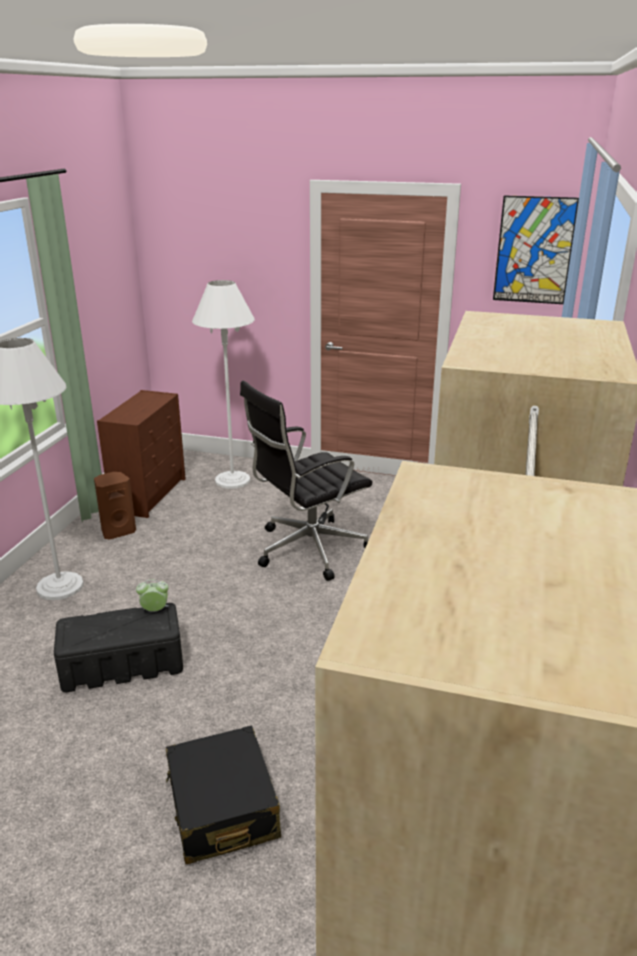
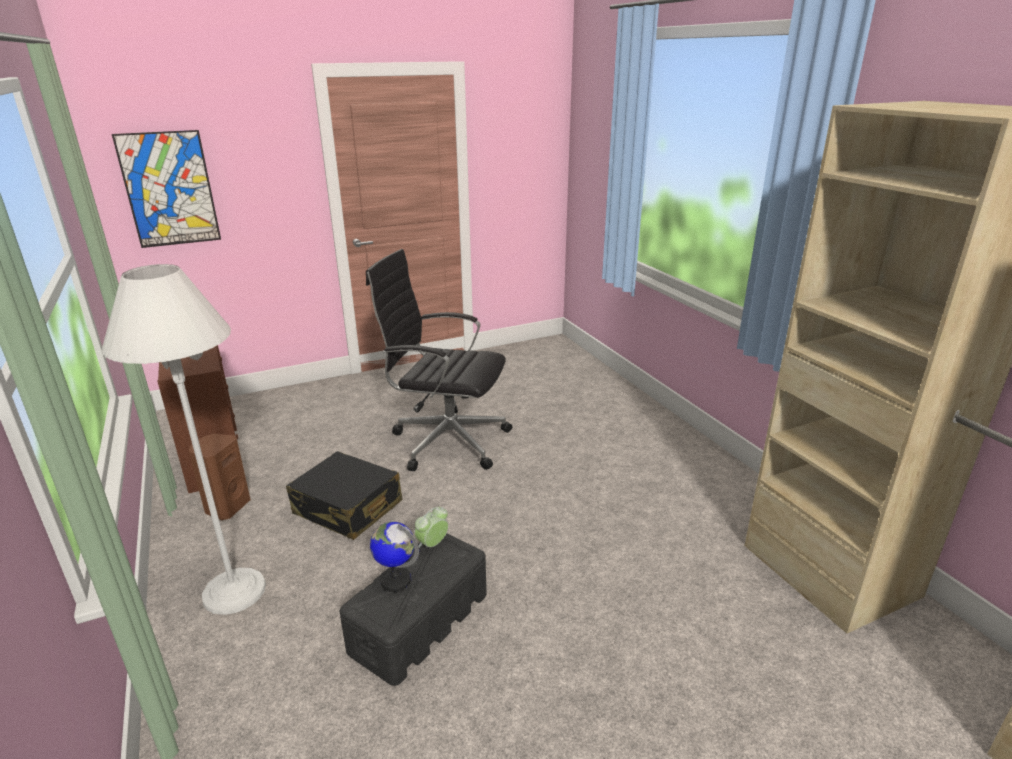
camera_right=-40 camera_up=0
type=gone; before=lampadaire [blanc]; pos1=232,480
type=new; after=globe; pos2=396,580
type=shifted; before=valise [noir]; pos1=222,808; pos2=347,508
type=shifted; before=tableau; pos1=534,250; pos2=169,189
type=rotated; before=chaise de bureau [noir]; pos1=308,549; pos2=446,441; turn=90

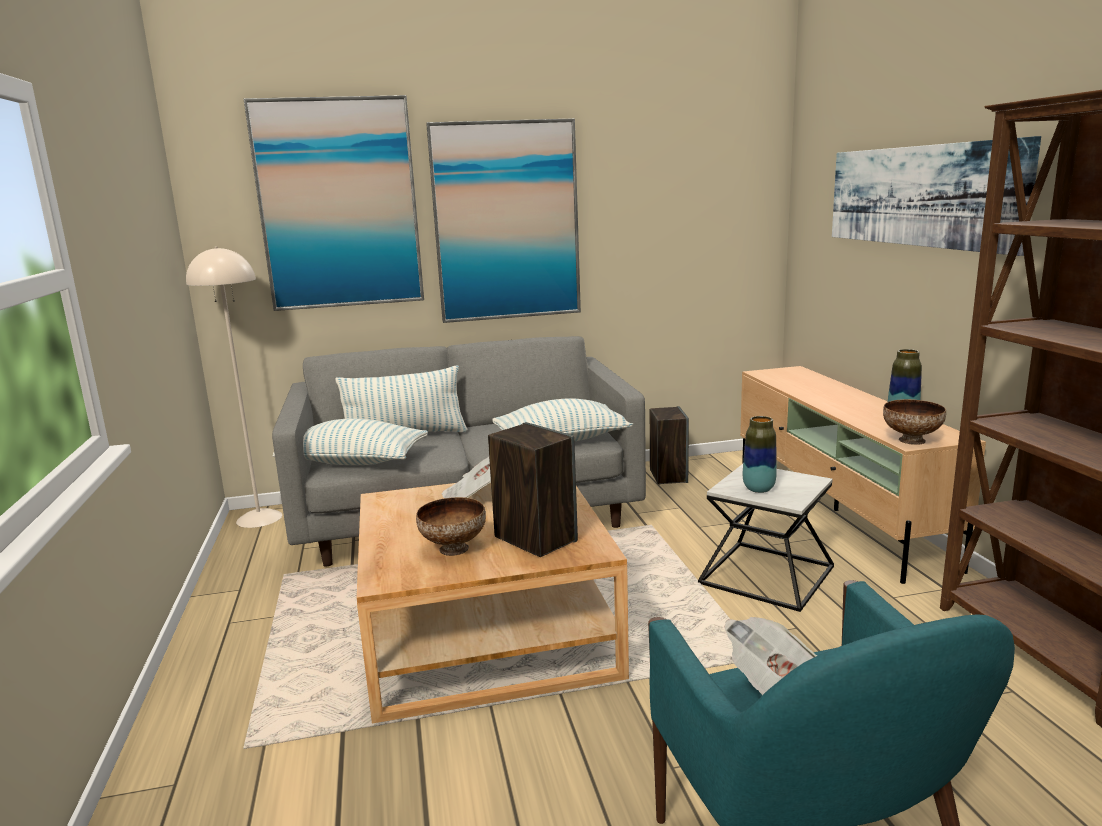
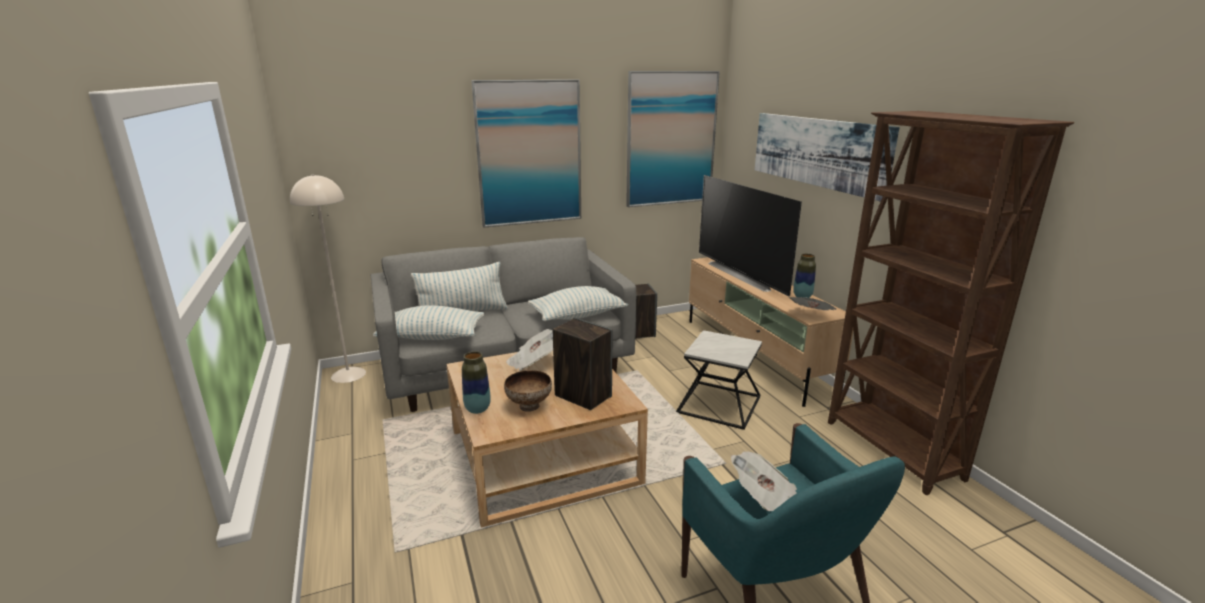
camera_right=-10 camera_up=5
type=new; after=téléviseur; pos2=744,274
type=shifted; before=tableau; pos1=339,204; pos2=671,139
type=shifted; before=vase; pos1=758,489; pos2=477,409
type=swapped; before=bol; after=journal; pos1=911,440; pos2=811,316

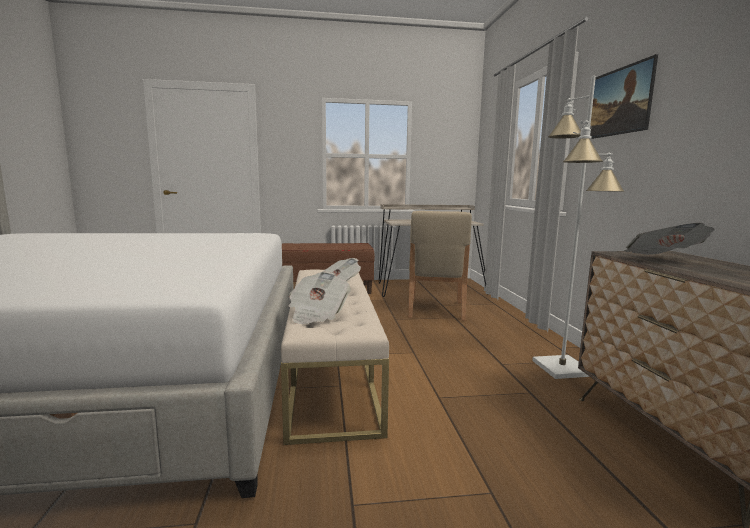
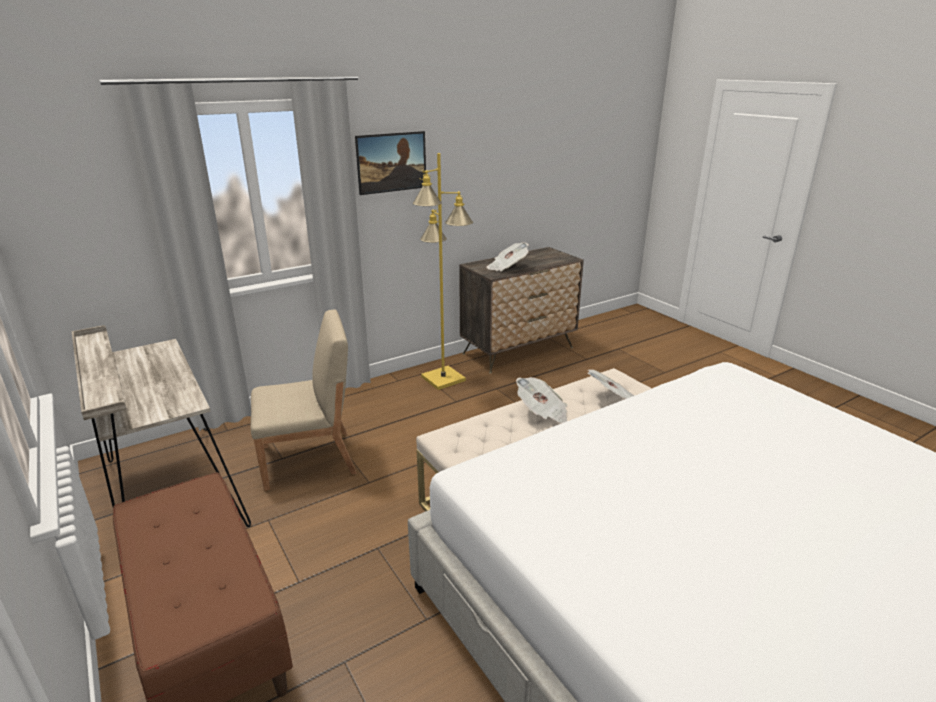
camera_right=-115 camera_up=15
type=repainted; before=lampadaire [blanc]; after=lampadaire [jaune]; pos1=562,368; pos2=442,378

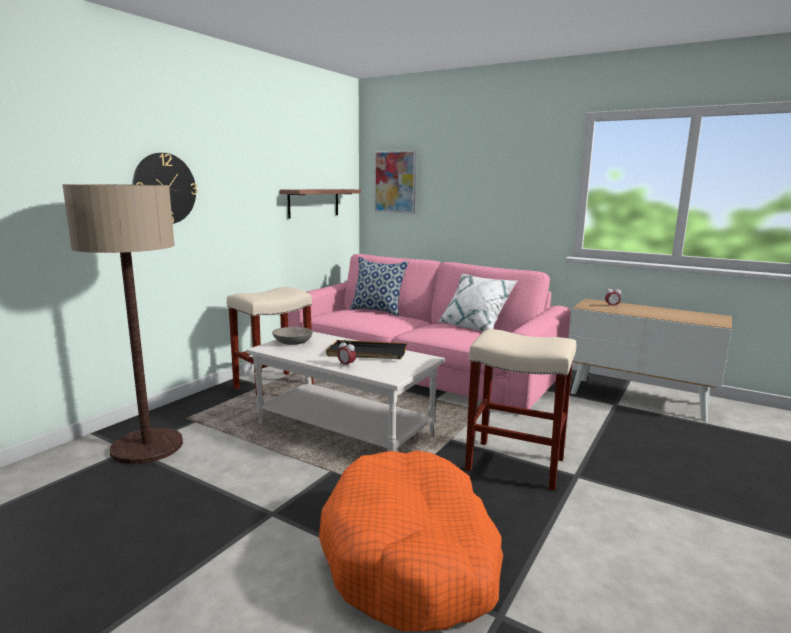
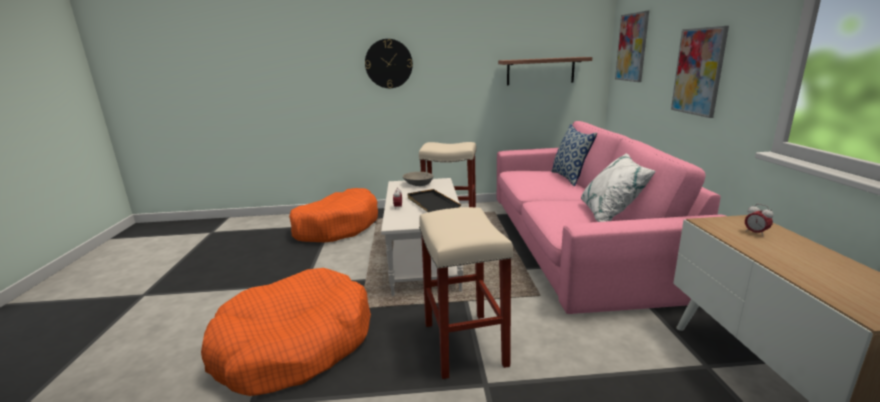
camera_right=55 camera_up=5
type=new; after=tableau; pos2=698,71
type=swapped; before=lampadaire; after=panier pour chien [orange]; pos1=147,447; pos2=337,226

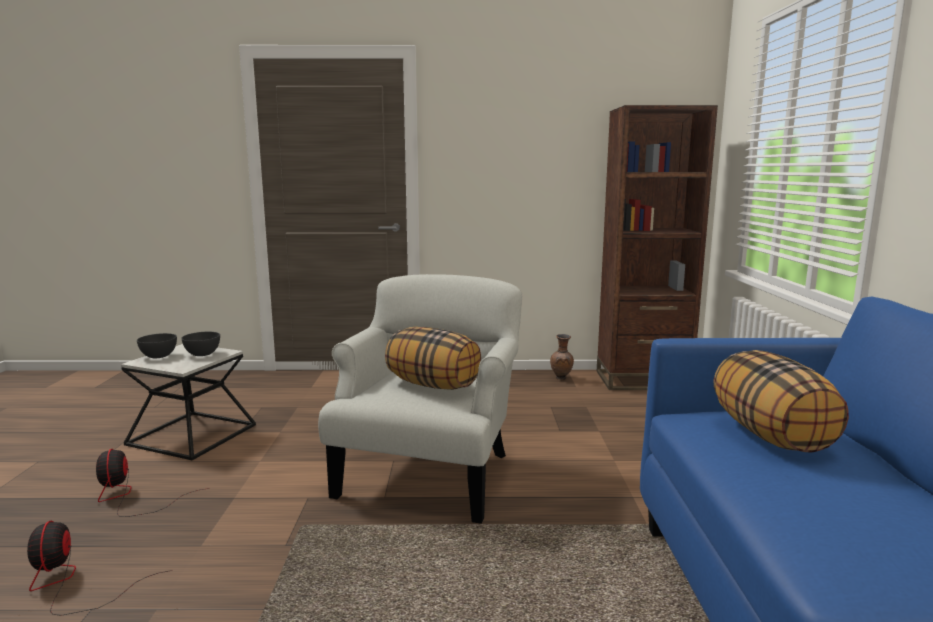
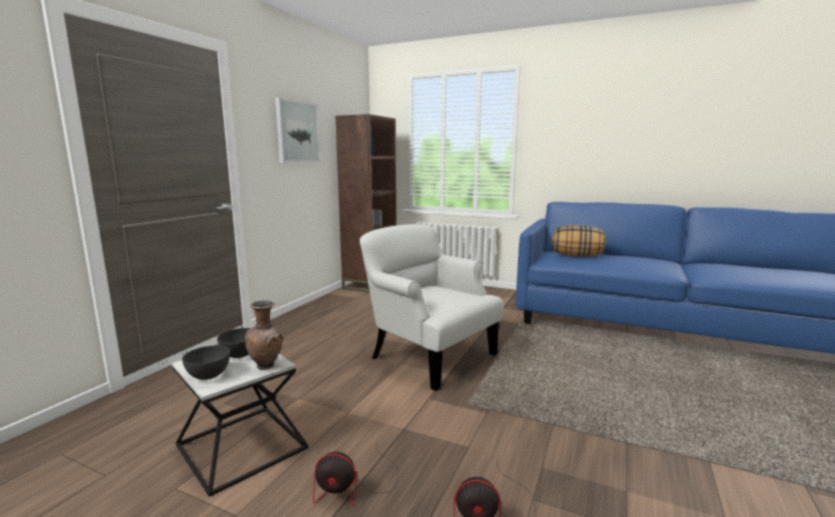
camera_right=-65 camera_up=0
type=gone; before=coussin; pos1=434,385
type=new; after=tableau; pos2=297,132
type=shifted; before=vase [marron]; pos1=561,378; pos2=267,366

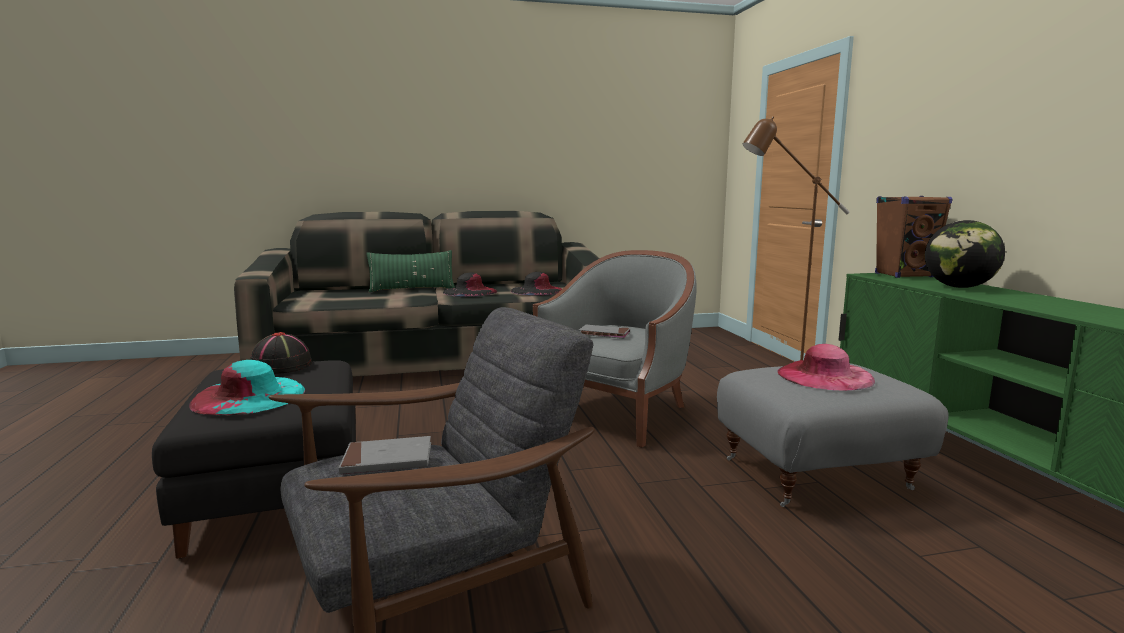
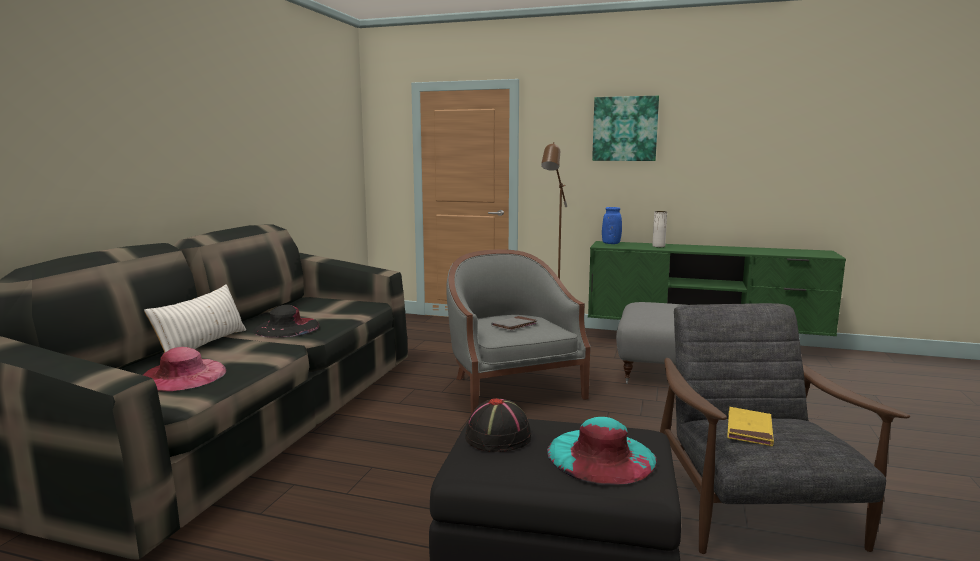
camera_right=-60 camera_up=0
type=gone; before=chapeau [noir]; pos1=537,291
type=new; after=tableau; pos2=625,129
type=shifted; before=chapeau [rose]; pos1=825,376; pos2=182,376
type=swapped; before=enceinte [marron]; after=vase [bleu]; pos1=904,275; pos2=611,243
type=swapped; before=globe; after=vase [blanc]; pos1=959,287; pos2=658,246
type=repainted; before=livre [gris]; after=livre [jaune]; pos1=387,460; pos2=749,429
type=repainted; before=coussin [vert]; after=coussin [blanc]; pos1=412,289; pos2=203,345

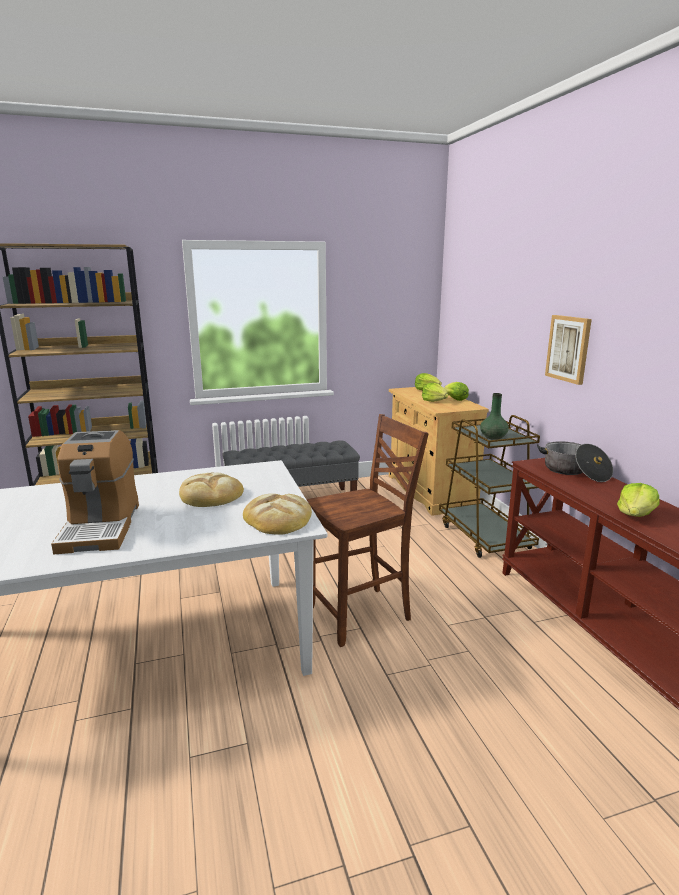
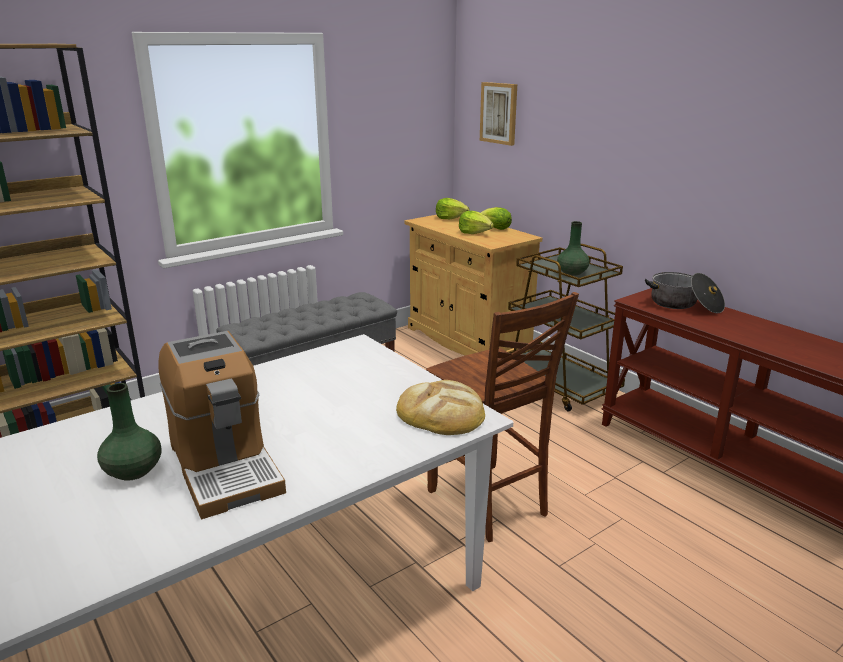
camera_right=-20 camera_up=5
type=gone; before=pain; pos1=210,495
type=gone; before=laitue; pos1=635,515
type=new; after=vase [vert]; pos2=132,471
type=shifted; before=tableau; pos1=568,348; pos2=499,113
type=rotated; before=chaise [marron]; pos1=362,614; pos2=489,504; turn=105

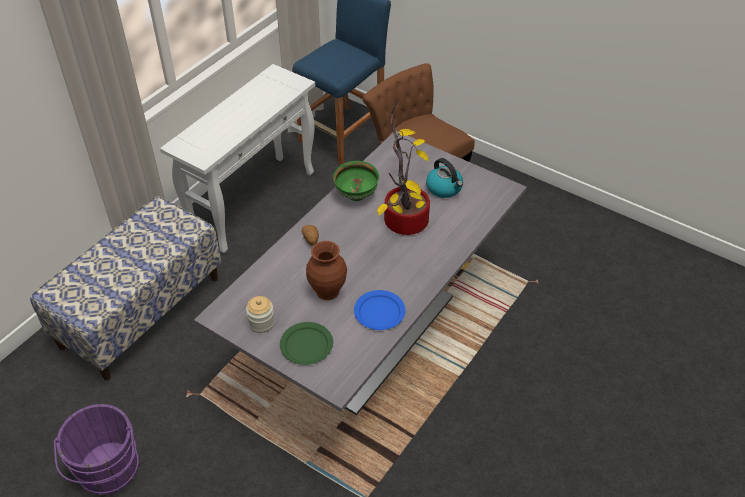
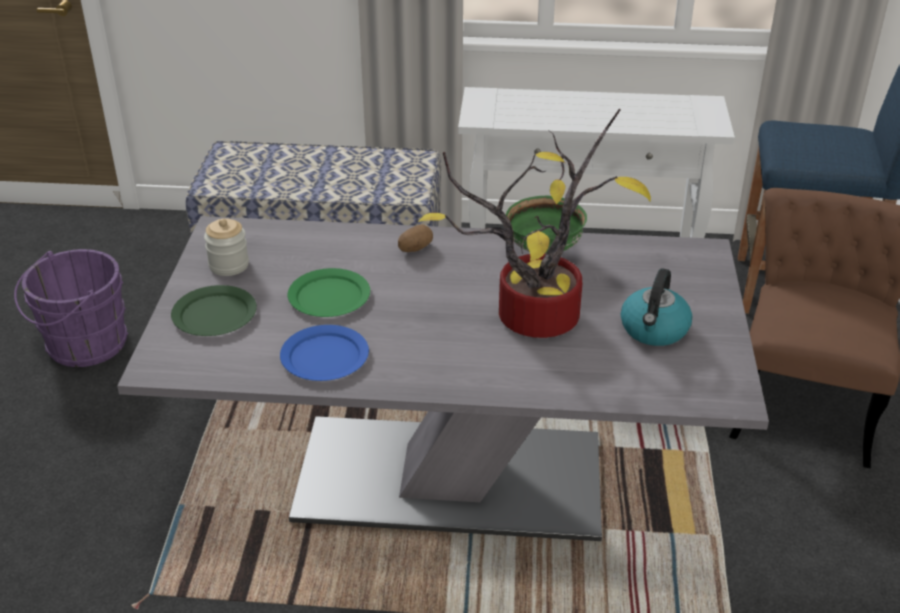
camera_right=60 camera_up=-10
type=swapped; before=vase [marron]; after=assiette [vert]; pos1=328,290; pos2=330,297

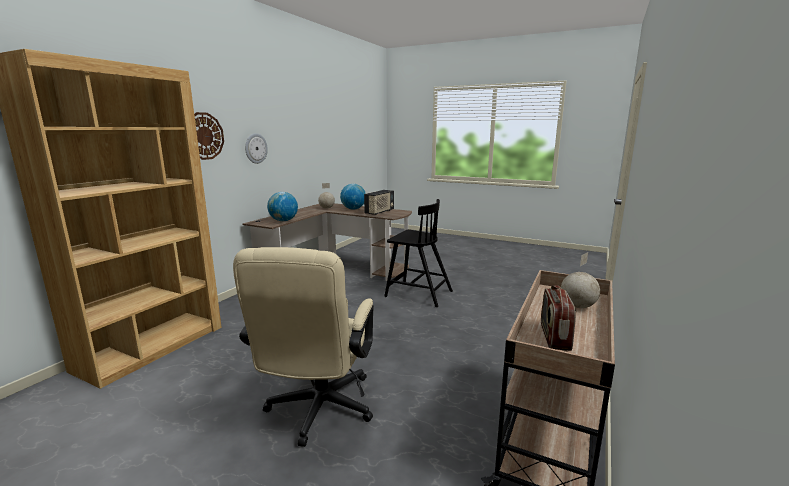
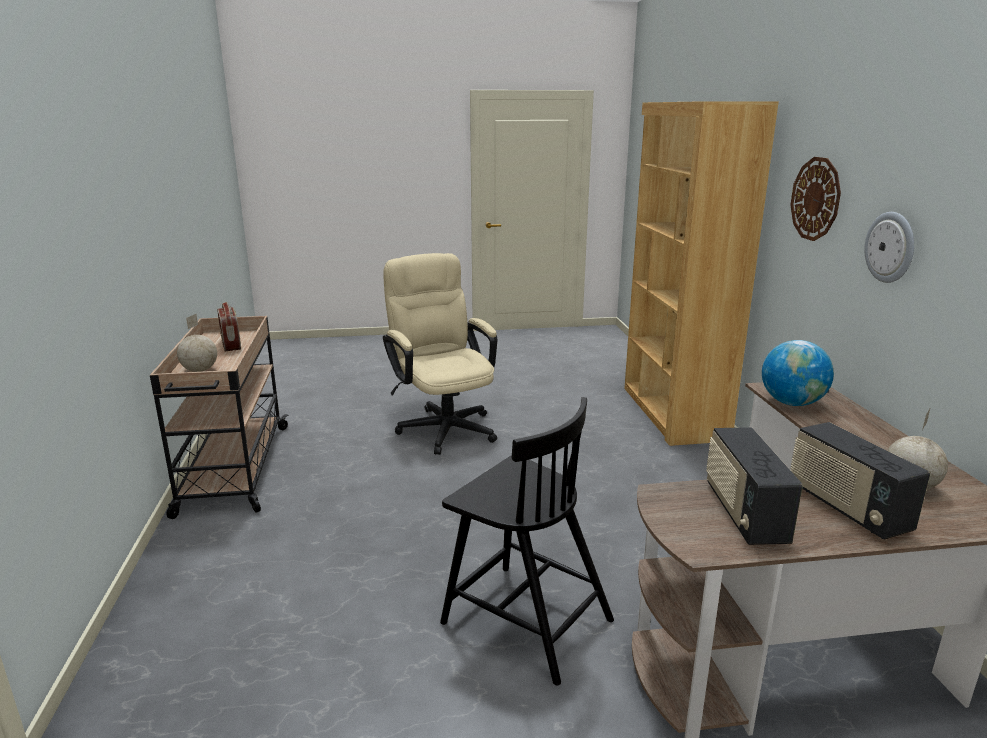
camera_right=145 camera_up=5
type=swapped; before=globe; after=radio; pos1=353,209; pos2=846,508
type=rotated; before=chaise [noir]; pos1=417,293; pos2=524,619; turn=-135

